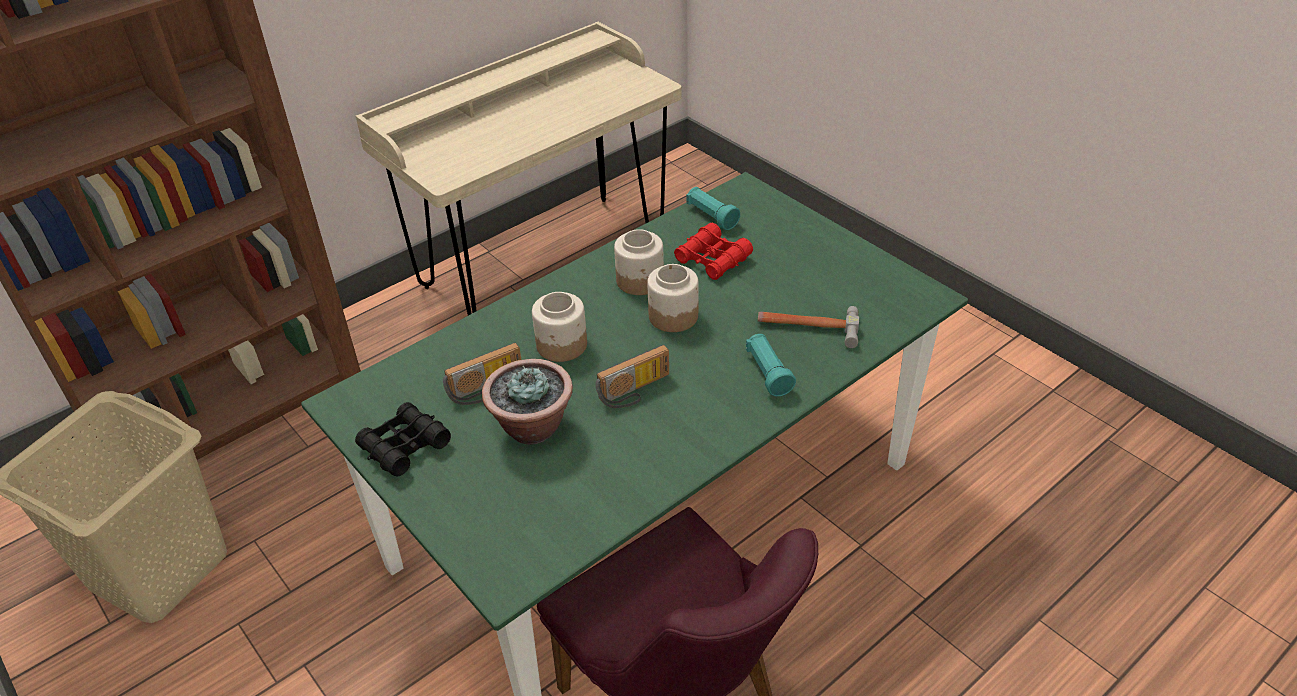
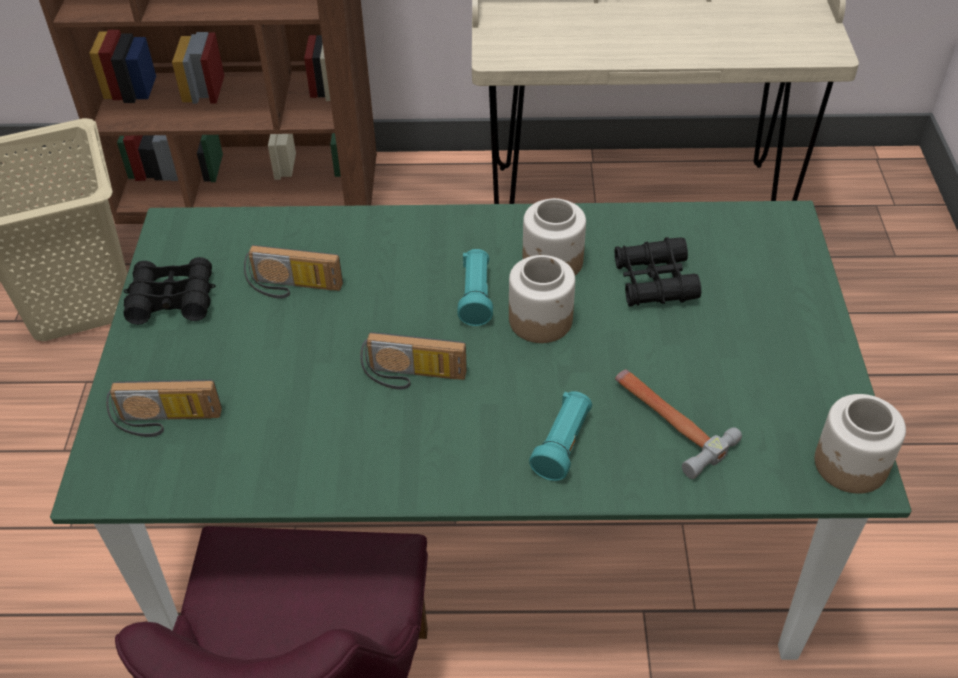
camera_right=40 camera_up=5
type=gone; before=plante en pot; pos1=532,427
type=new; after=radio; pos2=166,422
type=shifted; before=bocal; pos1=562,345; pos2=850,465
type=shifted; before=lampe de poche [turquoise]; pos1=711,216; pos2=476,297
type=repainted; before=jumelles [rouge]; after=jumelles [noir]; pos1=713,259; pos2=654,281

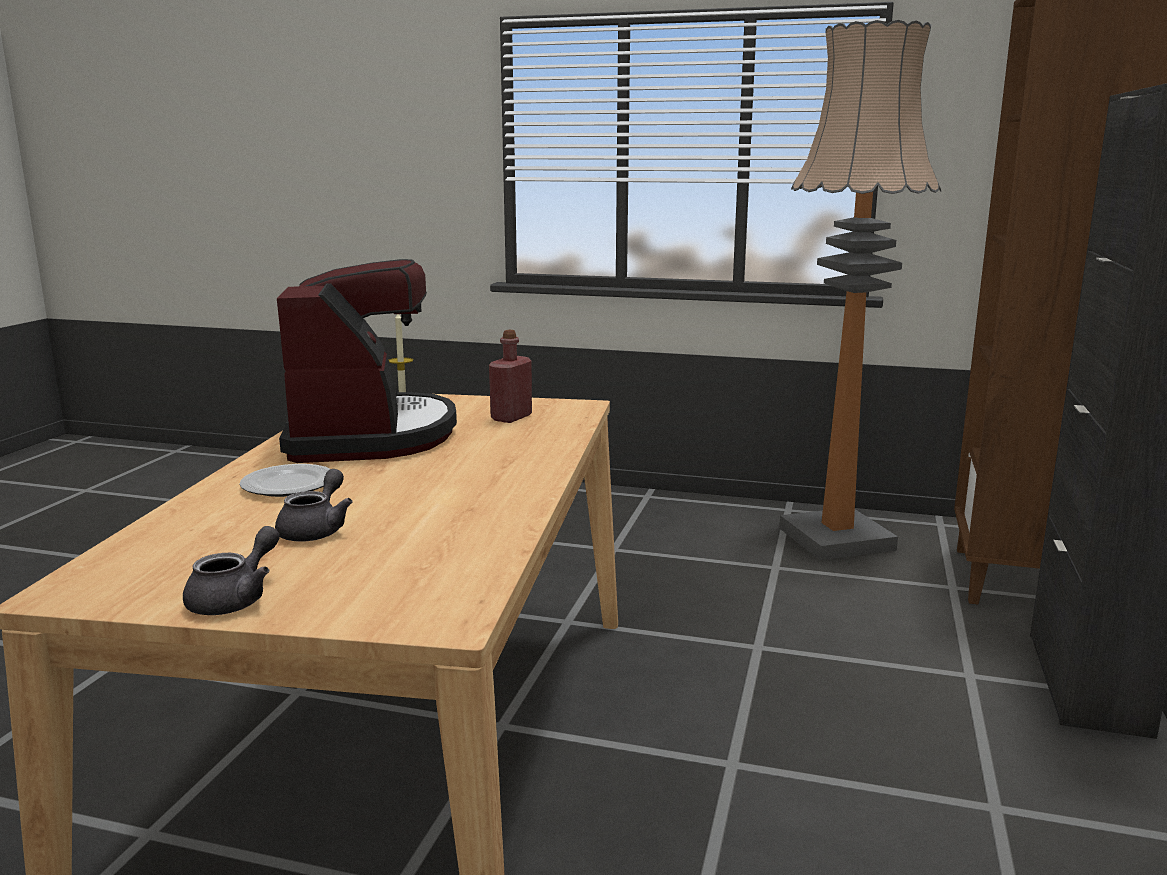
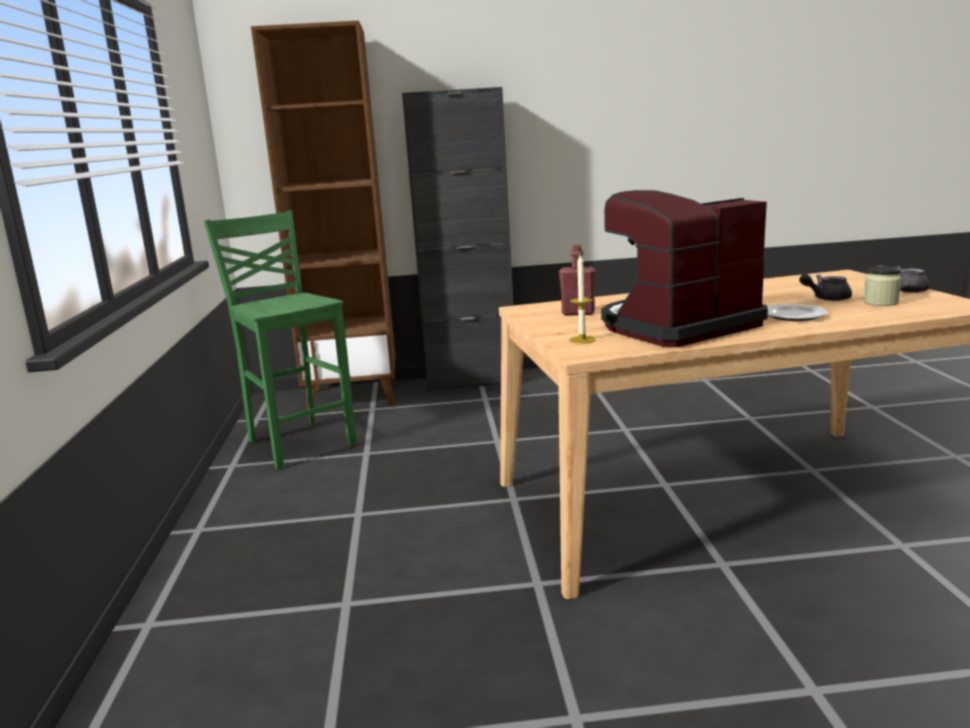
camera_right=-110 camera_up=0
type=new; after=bocal; pos2=880,302
type=swapped; before=lampadaire; after=tabouret [vert]; pos1=836,539; pos2=299,443

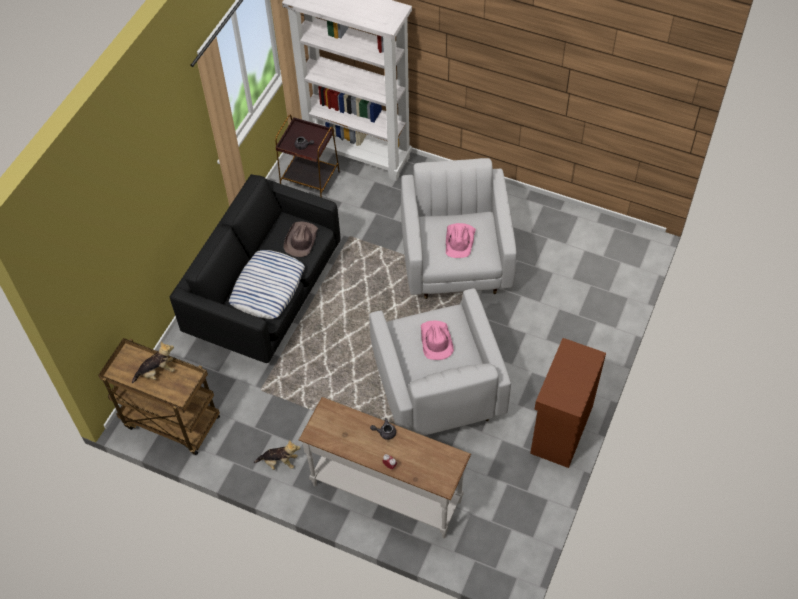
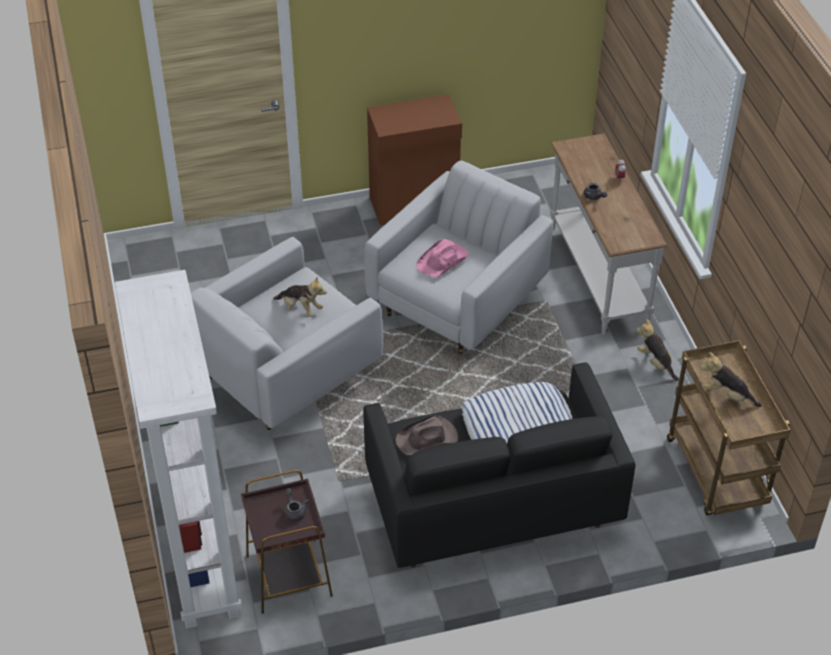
camera_right=-130 camera_up=-10
type=swapped; before=chapeau [rose]; after=peluche; pos1=460,241; pos2=301,308

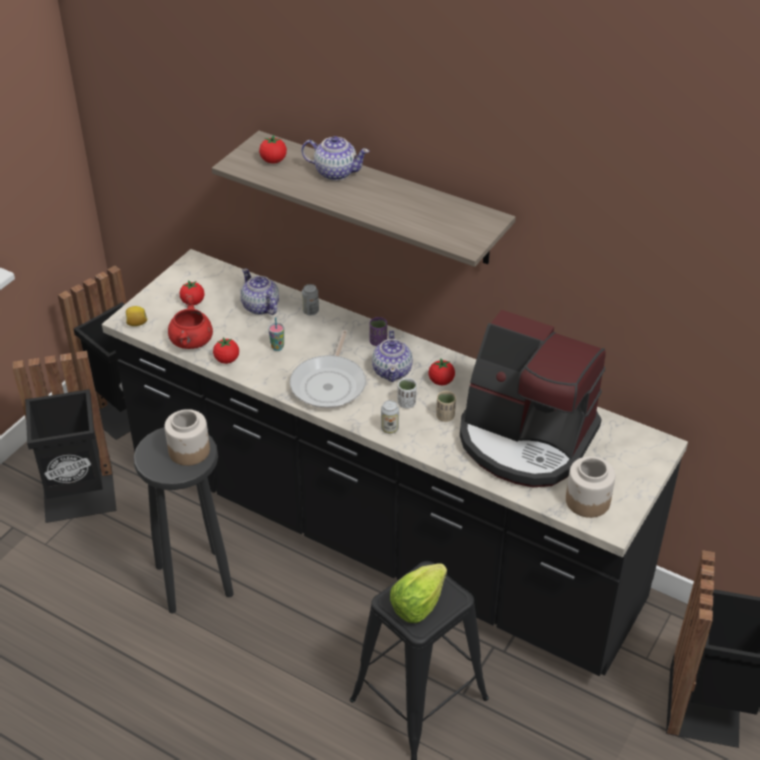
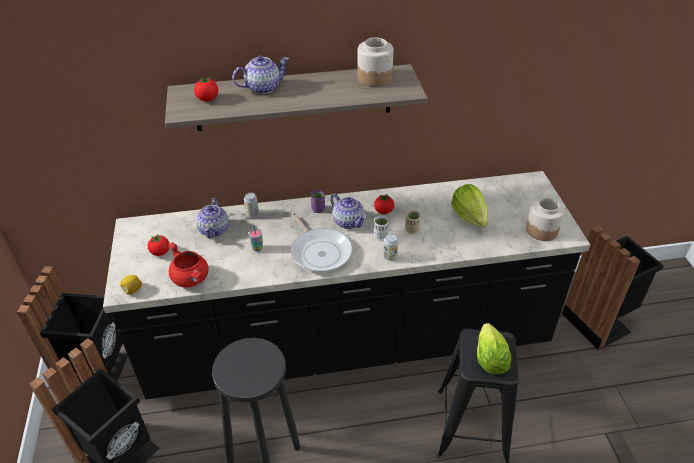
camera_right=-40 camera_up=0
type=gone; before=tomate; pos1=227,360
type=shifted; before=bocal; pos1=189,450; pos2=375,77
type=swapped; before=machine à café; after=laitue; pos1=525,439; pos2=469,216
type=rotated; before=théière; pos1=260,307; pos2=214,229; turn=-105

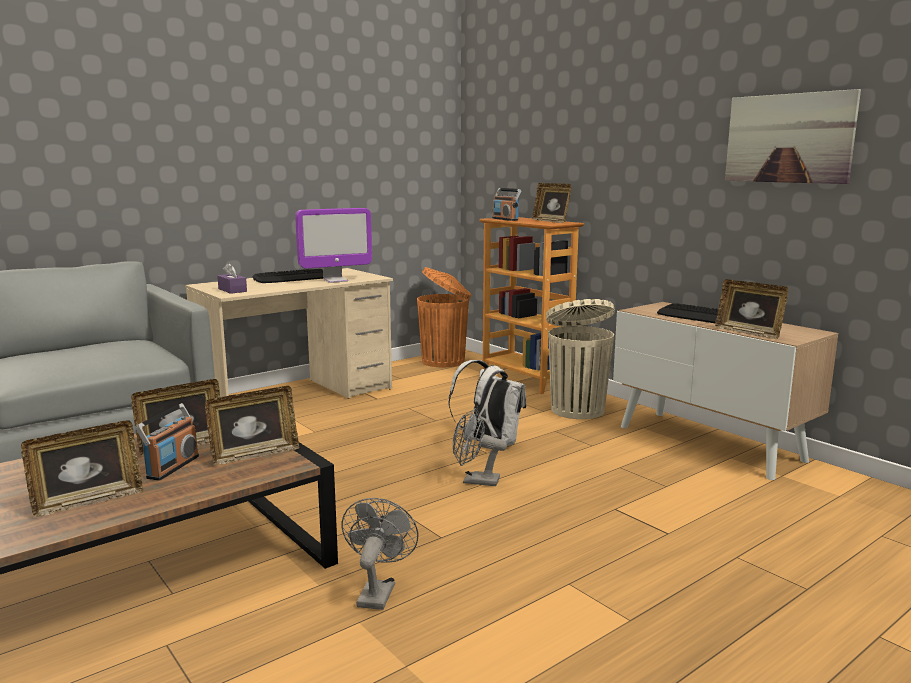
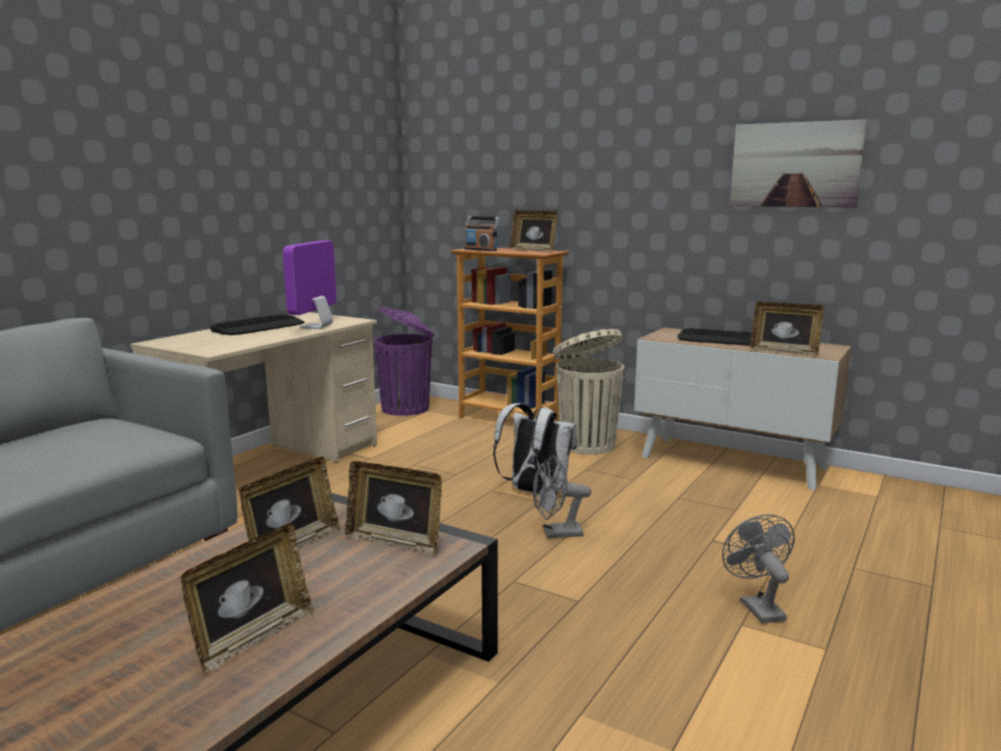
camera_right=-20 camera_up=0
type=gone; before=radio; pos1=172,467
type=gone; before=boîte à mouchoirs [violet]; pos1=232,290
type=shifted; before=ventilateur [gris]; pos1=377,591; pos2=757,607
type=repainted; before=poubelle [orange]; after=poubelle [violet]; pos1=445,361; pos2=407,408
type=rotated; before=cadre photo; pos1=254,455; pos2=395,542; turn=75
type=rotated; before=écran d'ordinateur; pos1=335,280; pos2=316,326; turn=150

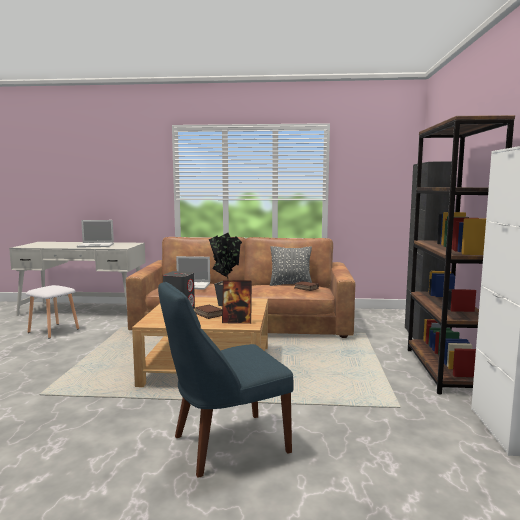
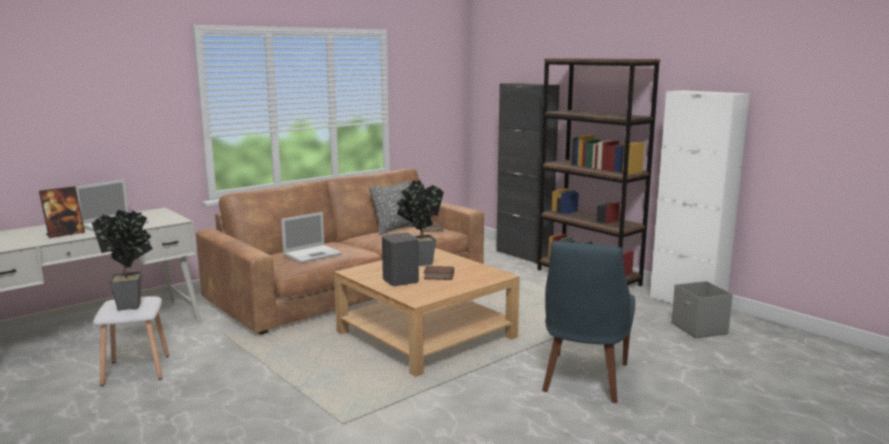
camera_right=-45 camera_up=5
type=new; after=plante en pot; pos2=133,306
type=new; after=boîte de rangement [gris]; pos2=699,329
type=shifted; before=cadre photo; pos1=237,321; pos2=65,234

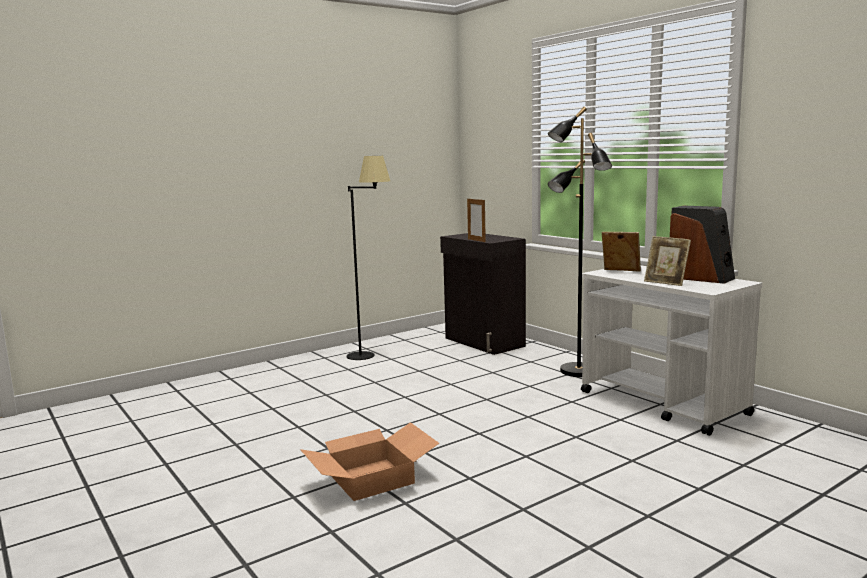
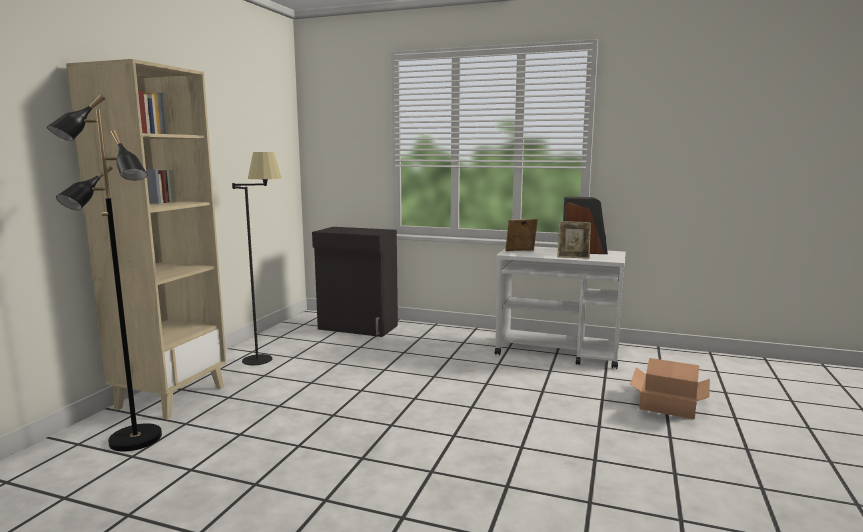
camera_right=-35 camera_up=0
type=gone; before=cadre photo; pos1=476,240
type=new; after=bibliothèque [beige]; pos2=171,397
type=shifted; before=carton; pos1=372,478; pos2=667,403
type=shifted; before=lampadaire [noir]; pos1=578,371; pos2=134,440

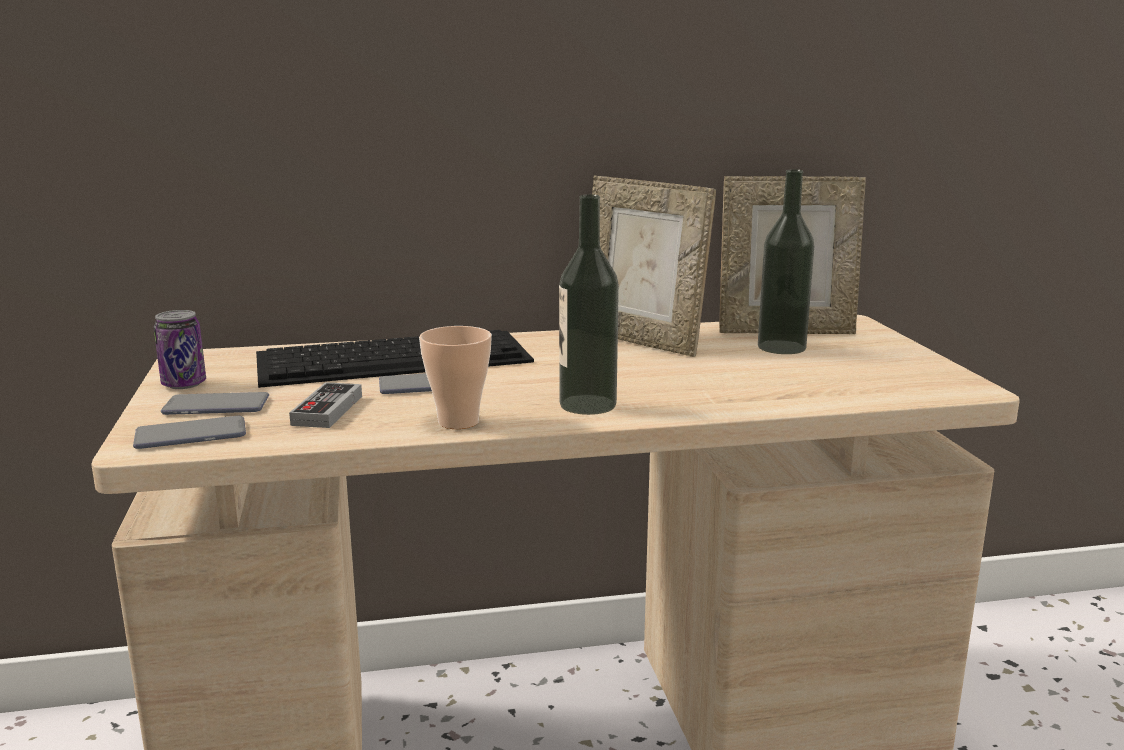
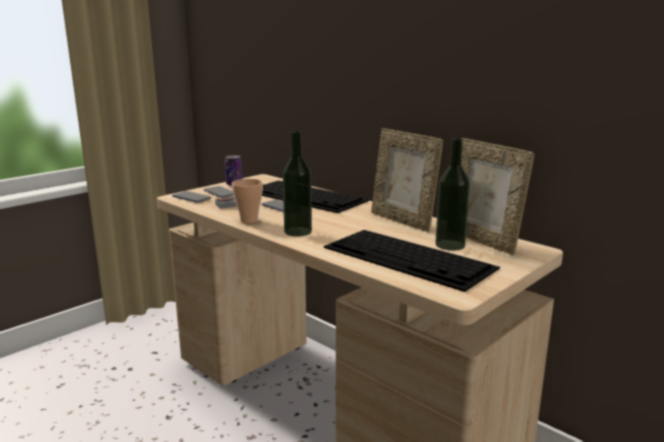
camera_right=55 camera_up=0
type=new; after=clavier; pos2=409,257
type=rotated; before=cadre photo; pos1=641,341; pos2=403,221; turn=-45

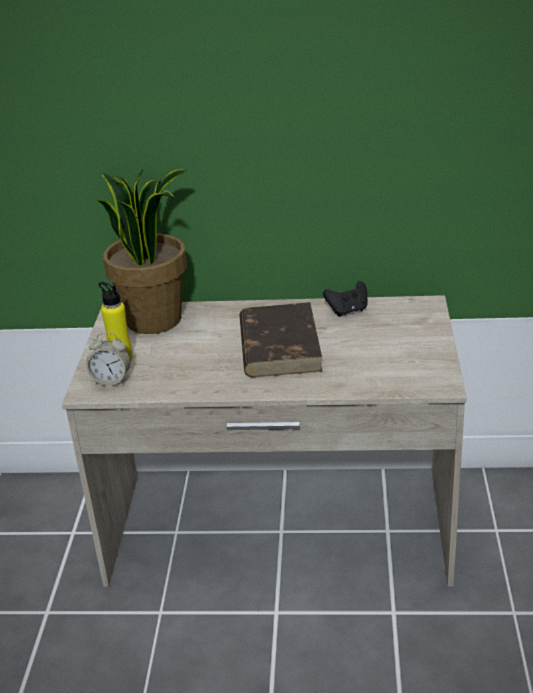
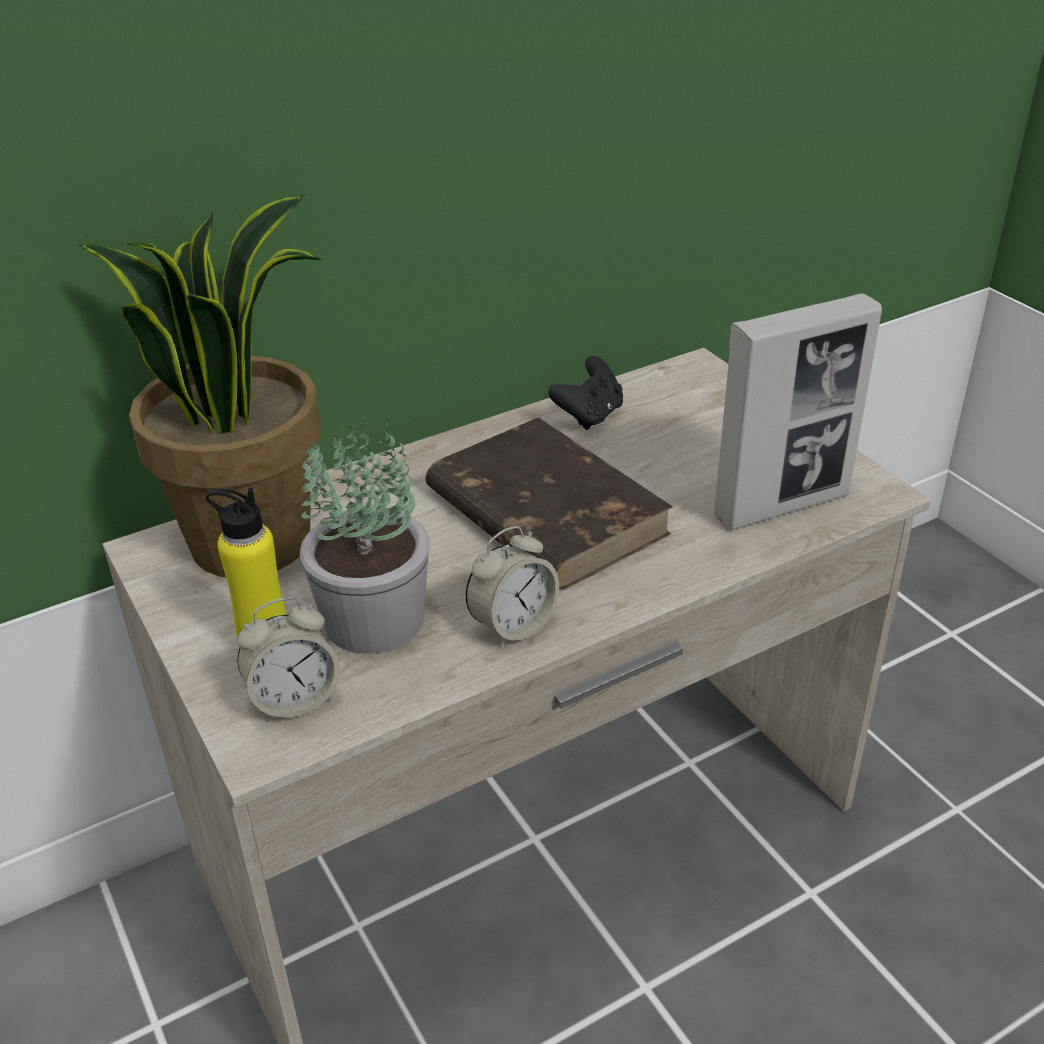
camera_right=-35 camera_up=5
type=new; after=plante en pot; pos2=376,619
type=new; after=réveil; pos2=513,626
type=new; after=cadre photo; pos2=782,505

